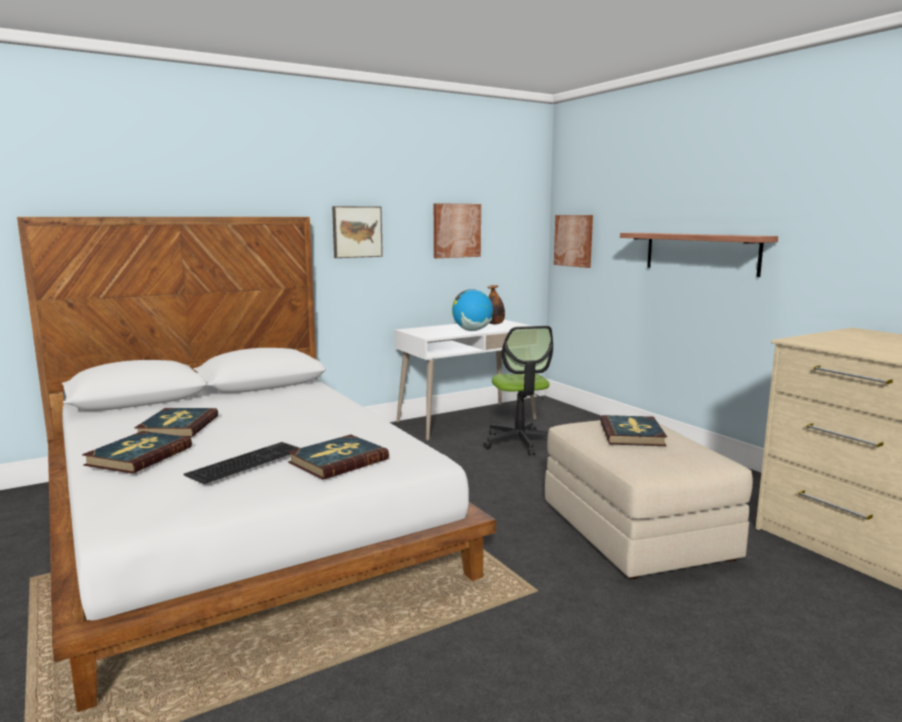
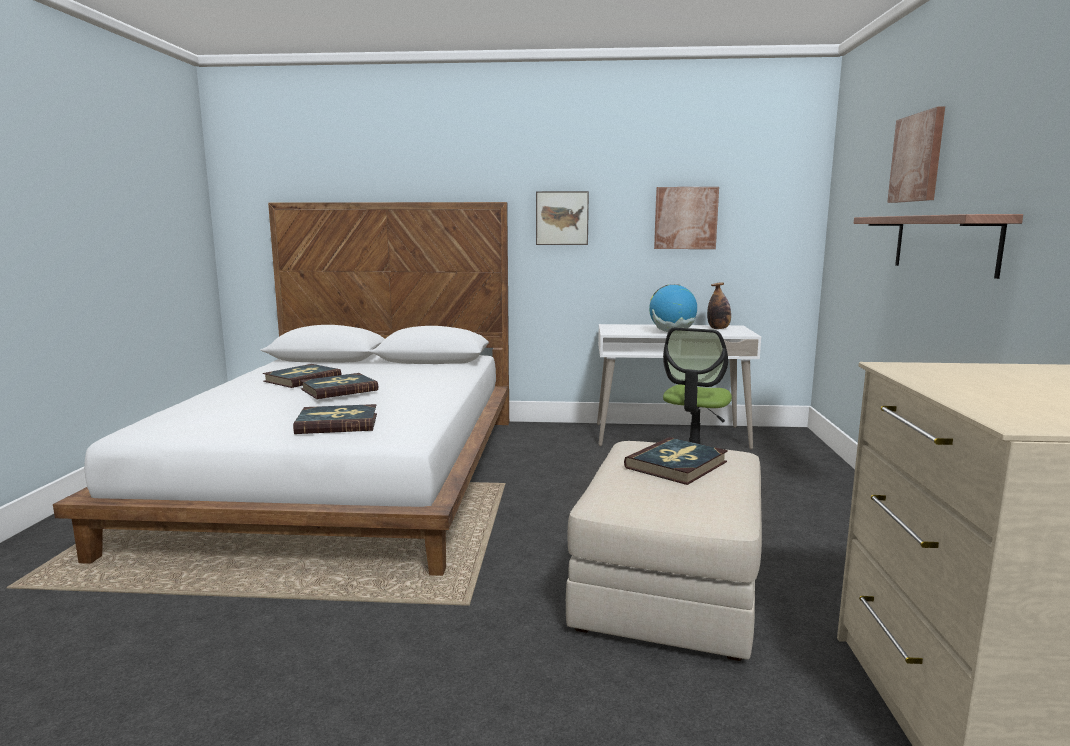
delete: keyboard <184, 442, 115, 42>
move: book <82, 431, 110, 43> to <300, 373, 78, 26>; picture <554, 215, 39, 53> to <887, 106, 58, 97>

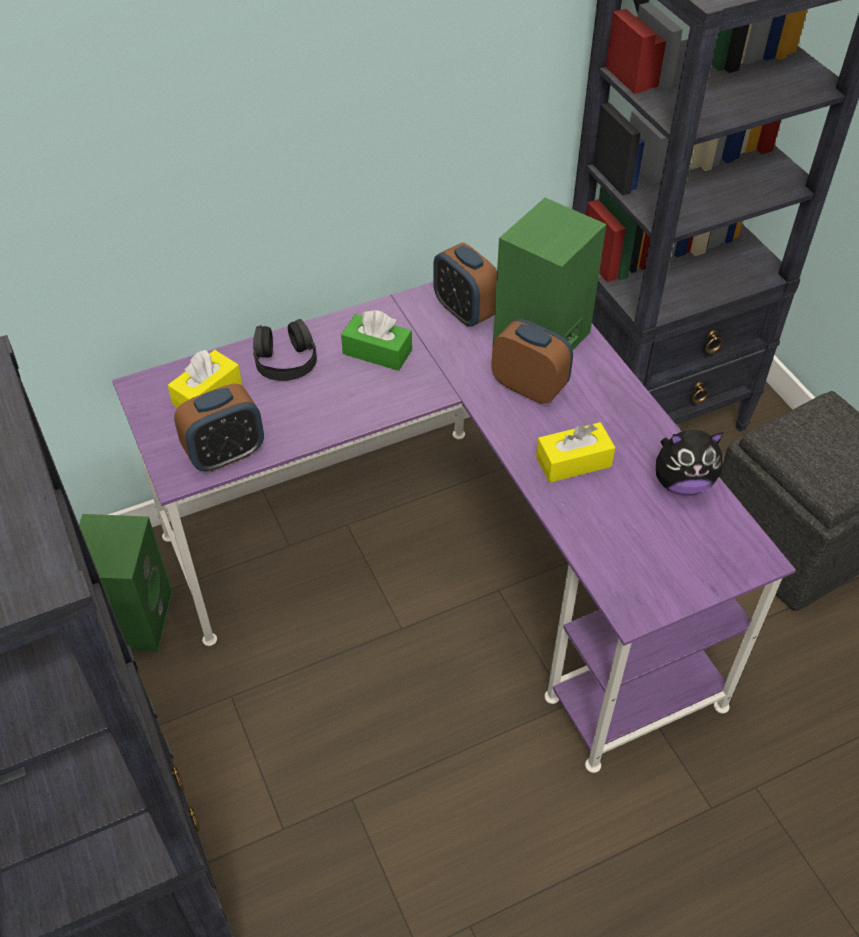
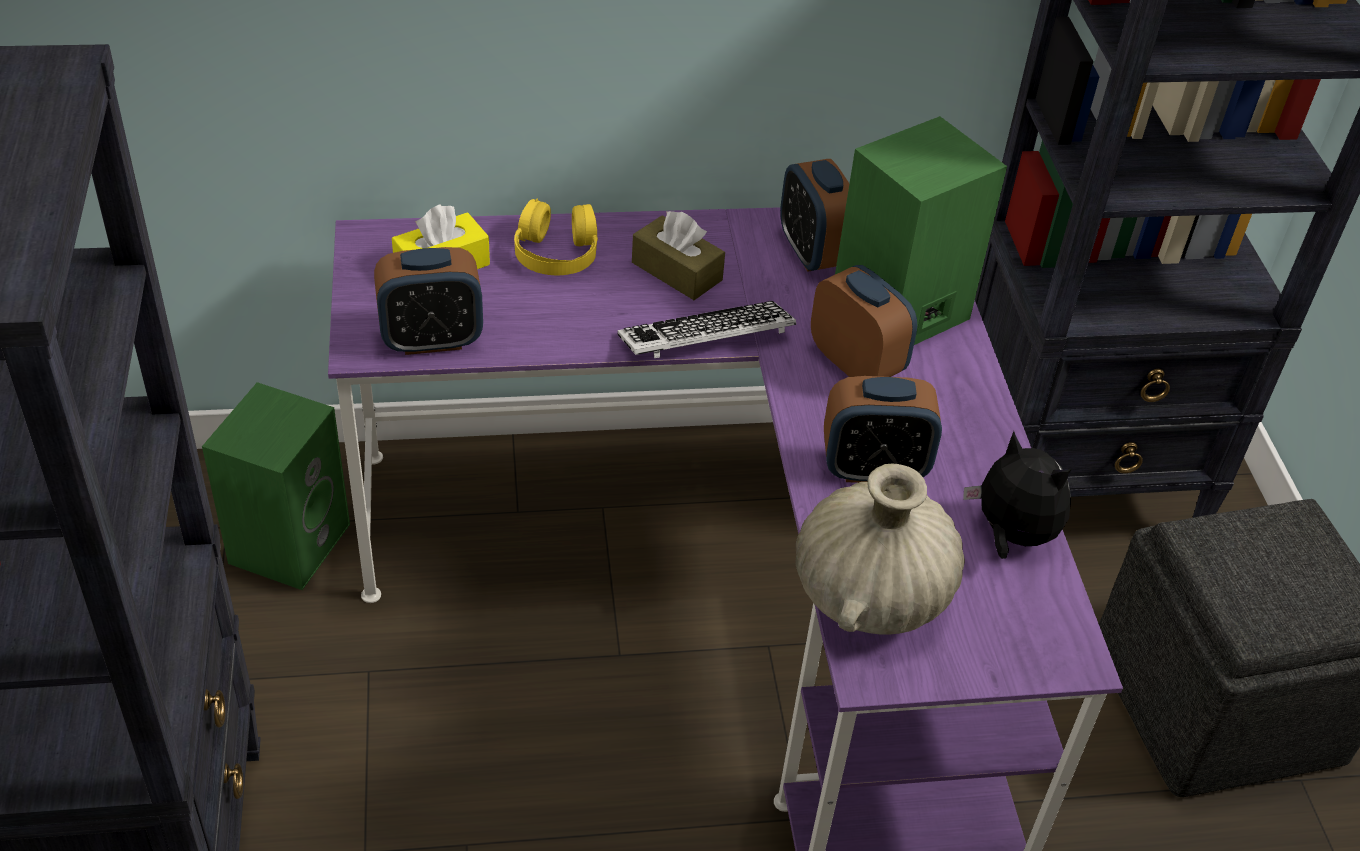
insert: keyboard <618, 301, 178, 57>; beige vase <795, 464, 170, 171>
replace: yellow tissue box <536, 422, 79, 61> to alarm clock <824, 376, 118, 107>
recolor: black headphones <253, 319, 64, 62> to yellow headphones <514, 198, 84, 77>; green tissue box <341, 310, 71, 61> to brown tissue box <632, 211, 93, 89>
rotate: plush toy <656, 430, 68, 66> = <963, 431, 109, 128> 150 degrees counterclockwise

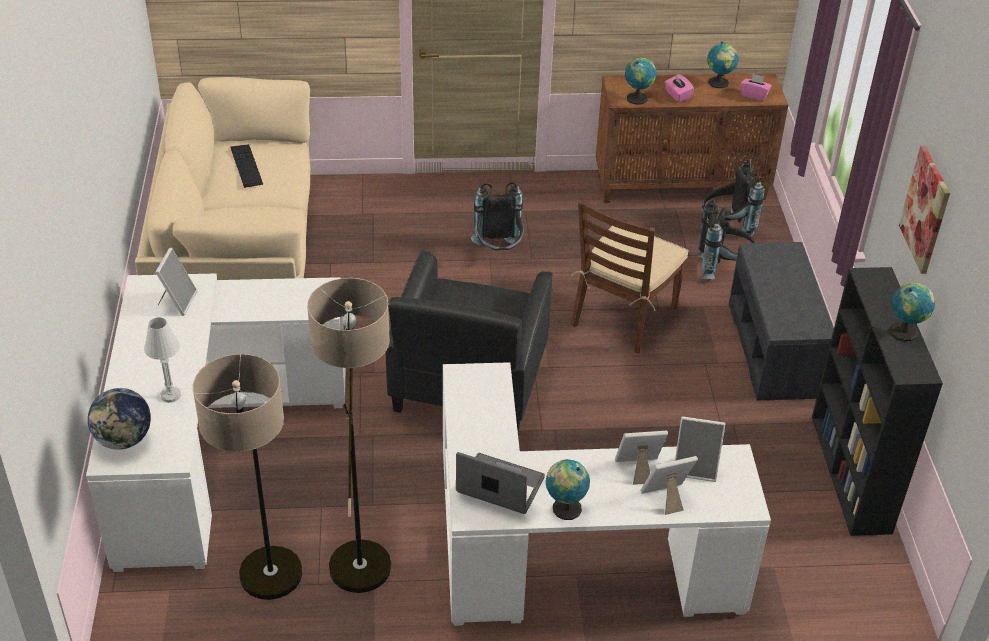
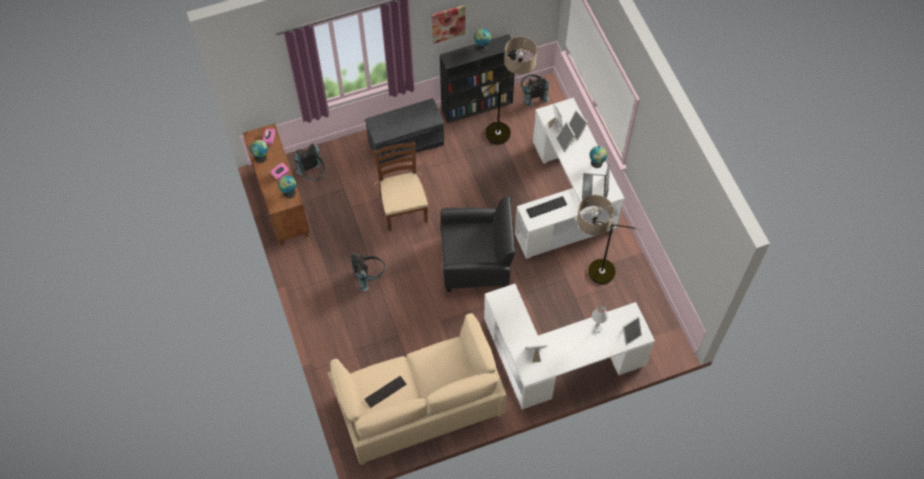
insert: keyboard <526, 196, 41, 22>
move: floor lamp <193, 354, 109, 246> to <470, 37, 67, 107>; black backpack <698, 198, 58, 81> to <521, 75, 28, 32>
replace: globe <88, 388, 63, 62> to picture frame <621, 316, 21, 30>
rotate: brown chair <571, 200, 118, 153> = <373, 142, 55, 89> 120 degrees counterclockwise

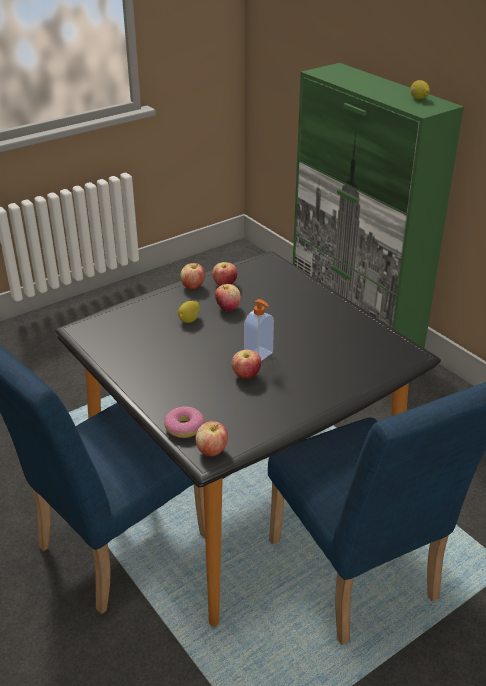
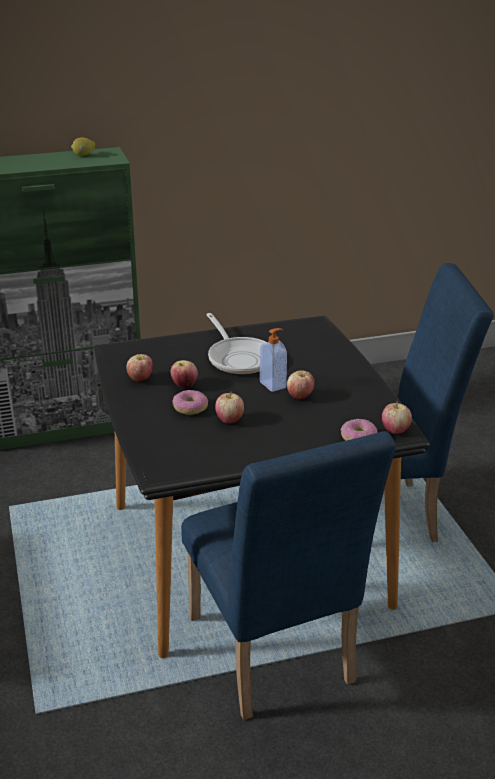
insert: frying pan <206, 313, 62, 61>
move: apple <180, 263, 25, 26> to <215, 391, 29, 32>
replace: lemon <178, 301, 22, 22> to donut <173, 390, 35, 25>

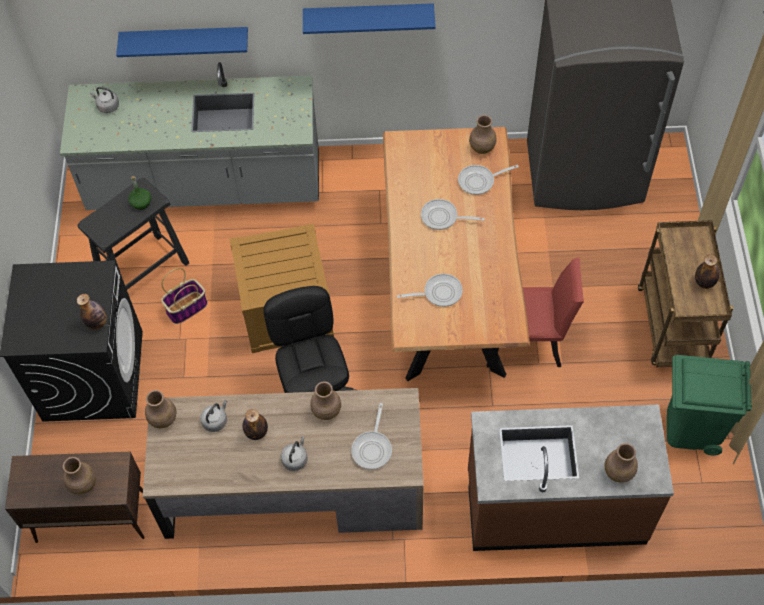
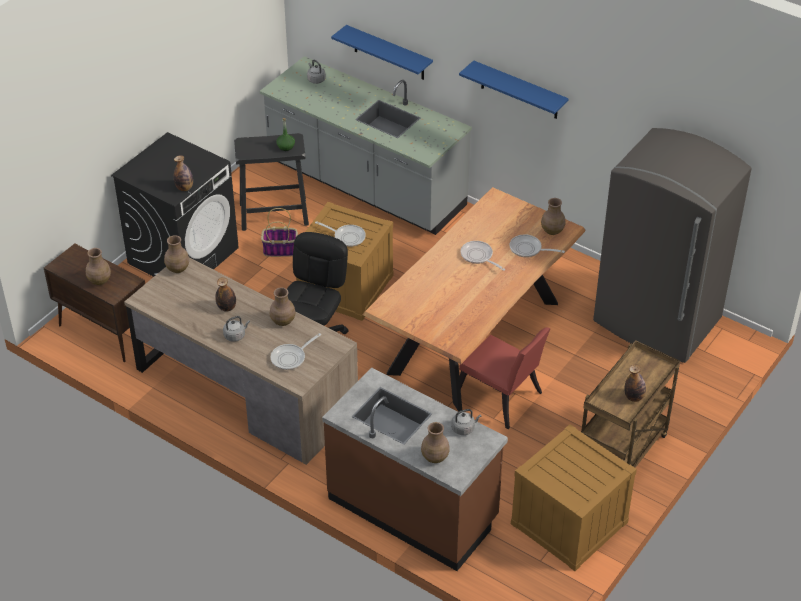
move: frying pan <397, 274, 66, 33> to <315, 221, 51, 26>; grey kettle <200, 400, 27, 32> to <451, 409, 30, 26>
replace: green trash can <667, 355, 85, 100> to crate <511, 424, 126, 147>

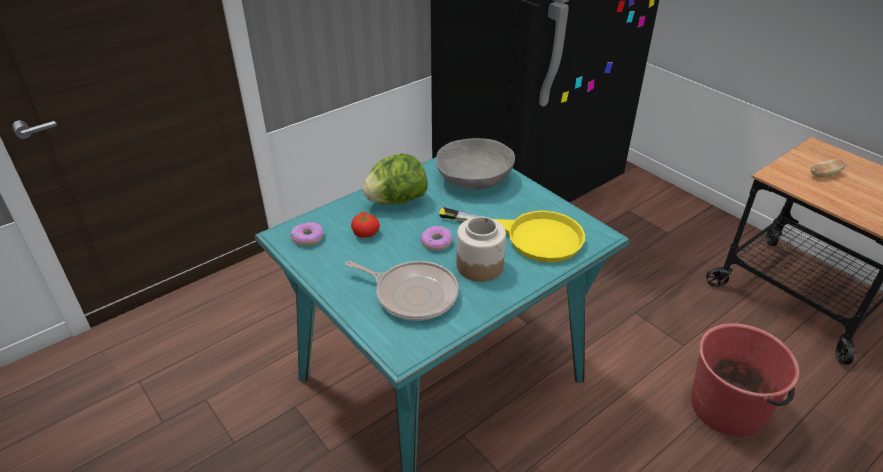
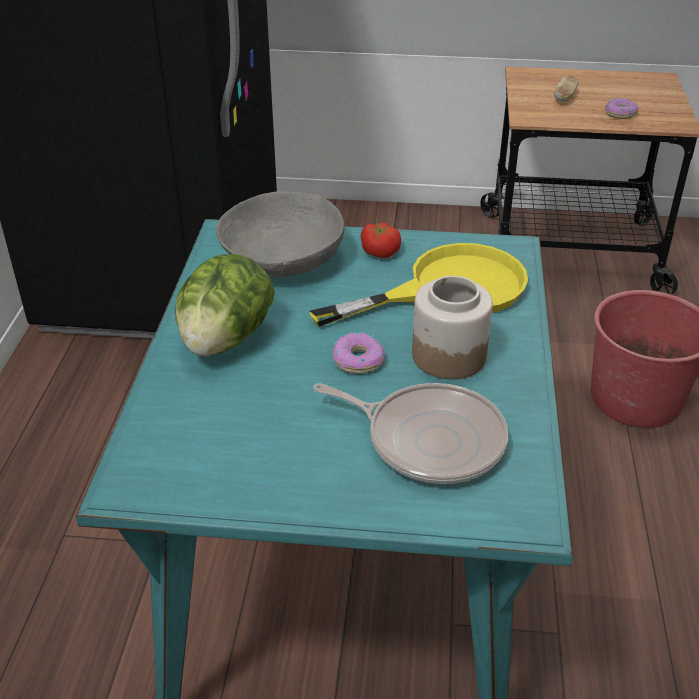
move: tomato <351, 212, 29, 26> to <361, 223, 40, 35>; donut <290, 222, 33, 24> to <605, 98, 34, 21>
rotate: frying pan <345, 261, 114, 60> = <313, 383, 195, 101> 45 degrees clockwise

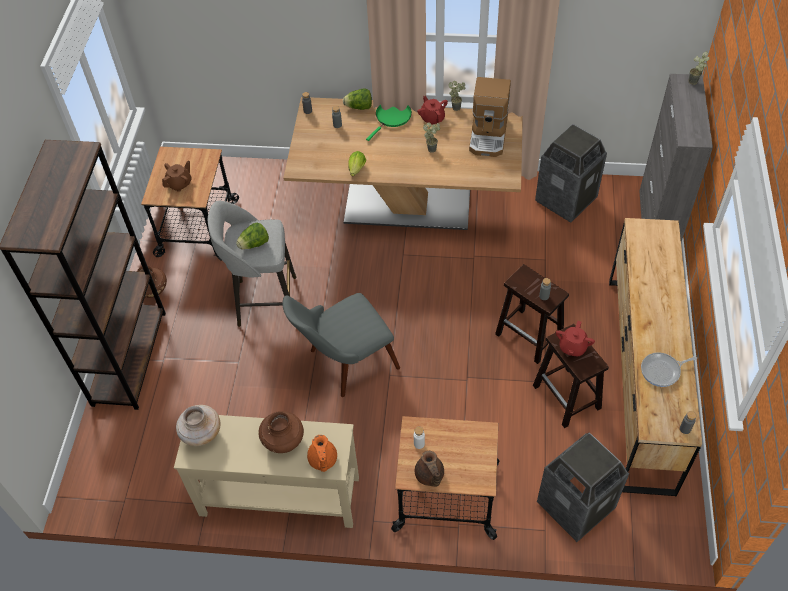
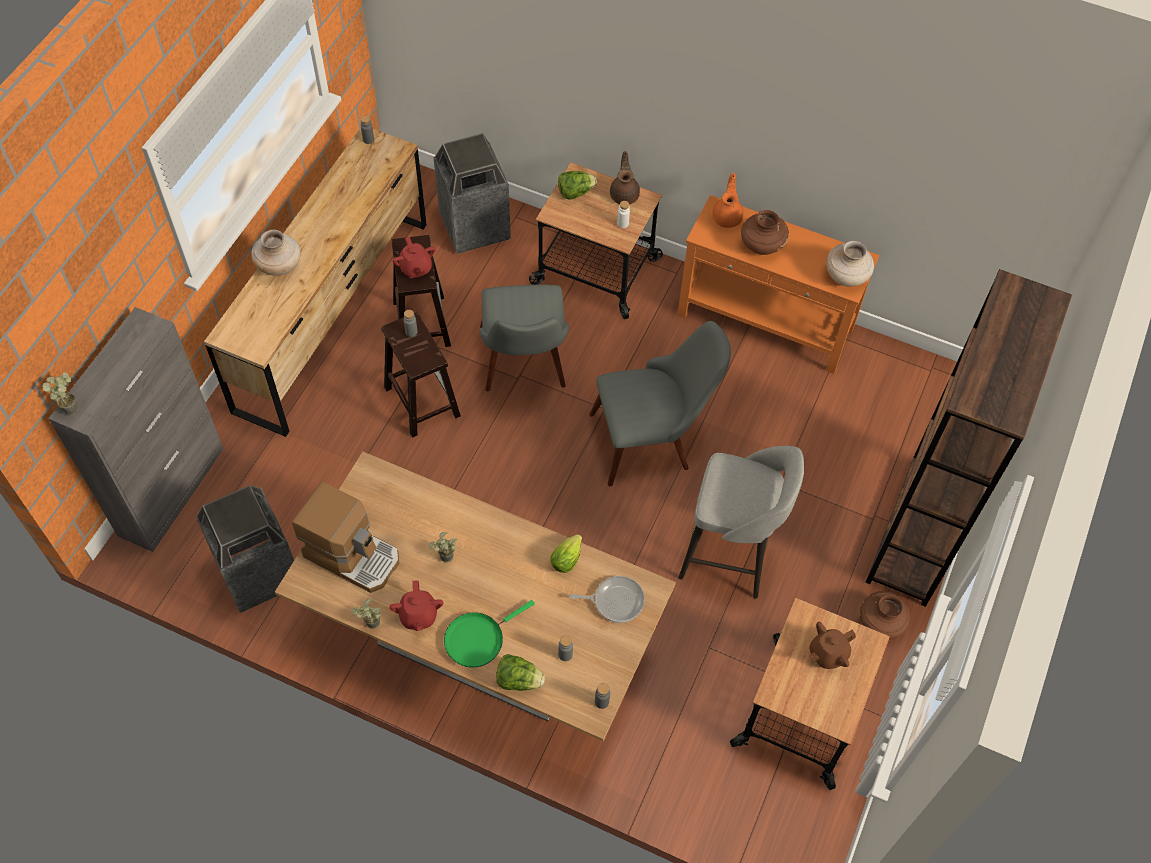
insert: beige vase <251, 230, 50, 46>; grey chair <480, 285, 89, 106>
move: lettuce <236, 223, 33, 26> to <558, 171, 39, 28>; frying pan <641, 352, 56, 35> to <569, 576, 76, 47>
recolor: beige console table <174, 415, 185, 113> to orange console table <678, 195, 201, 179>
rotate: coffee machine <469, 77, 42, 80> = <292, 482, 107, 111> 90 degrees clockwise; red teapot <556, 321, 39, 35> = <393, 237, 43, 41> 120 degrees clockwise

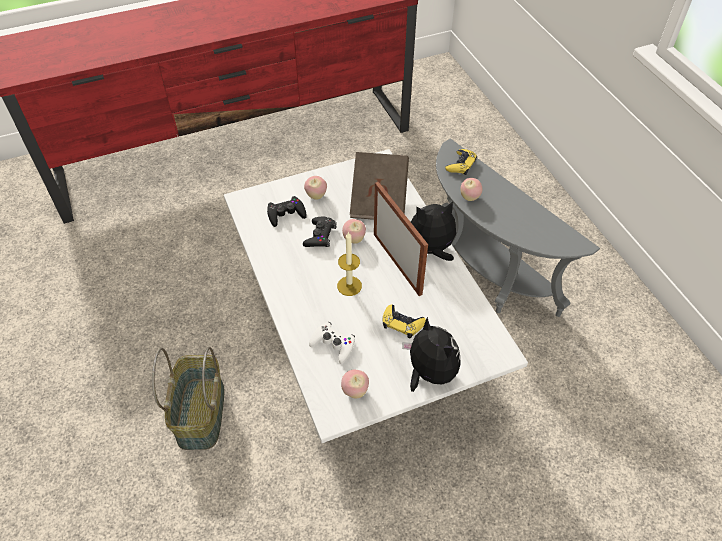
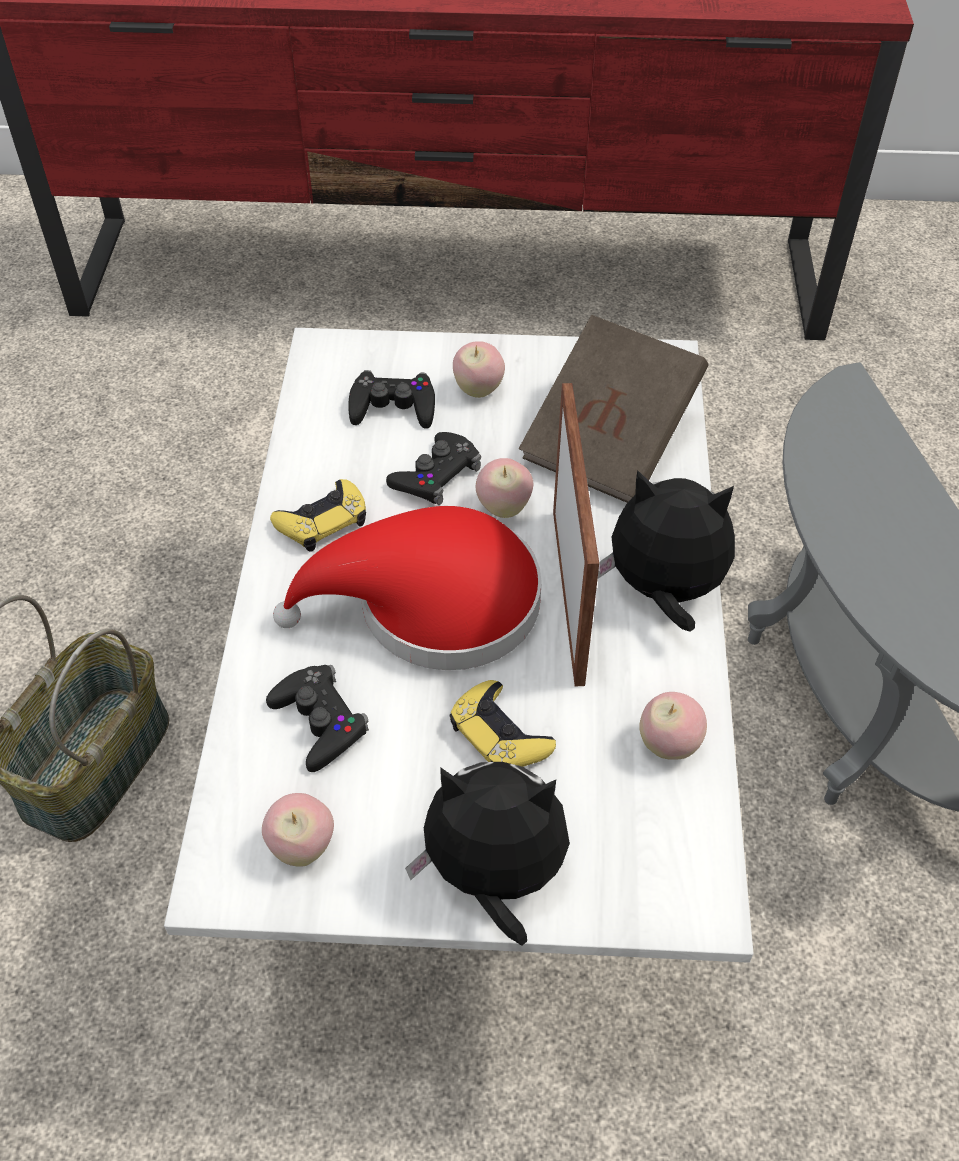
move: yellow game controller <445, 149, 32, 26> to <270, 479, 96, 73>; apple <461, 178, 21, 23> to <639, 692, 68, 68>
replace: candle <337, 232, 25, 64> to red hat <273, 506, 269, 164>
recolor: white game controller <309, 322, 46, 42> to black game controller <266, 665, 103, 107>
rotate: plush toy <402, 317, 59, 75> = <405, 762, 165, 184> 75 degrees counterclockwise

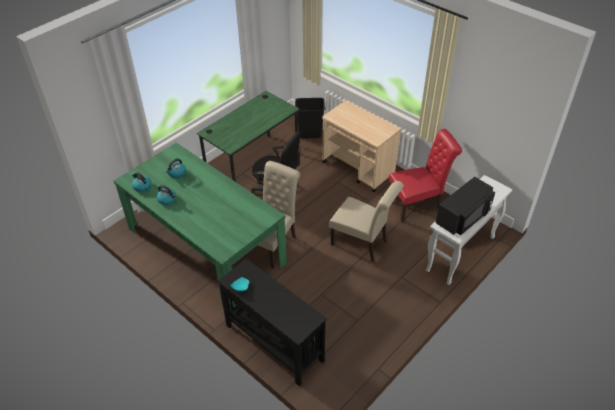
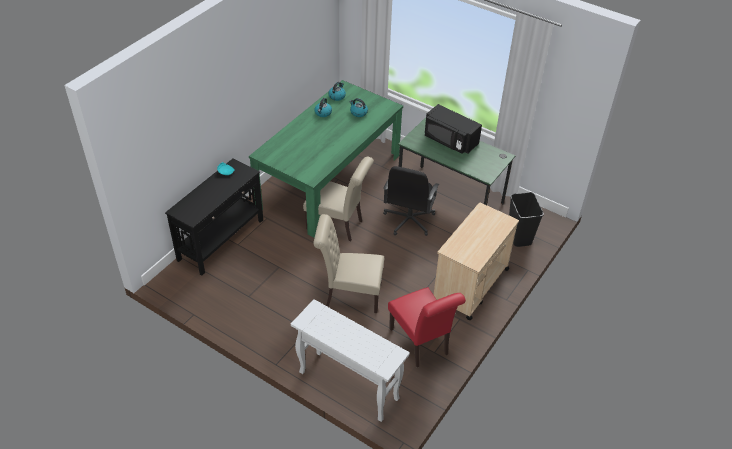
move: black microwave <436, 177, 59, 58> to <425, 104, 57, 50>
rotate: beige chair <329, 181, 75, 81> = <313, 214, 71, 99> 75 degrees clockwise

